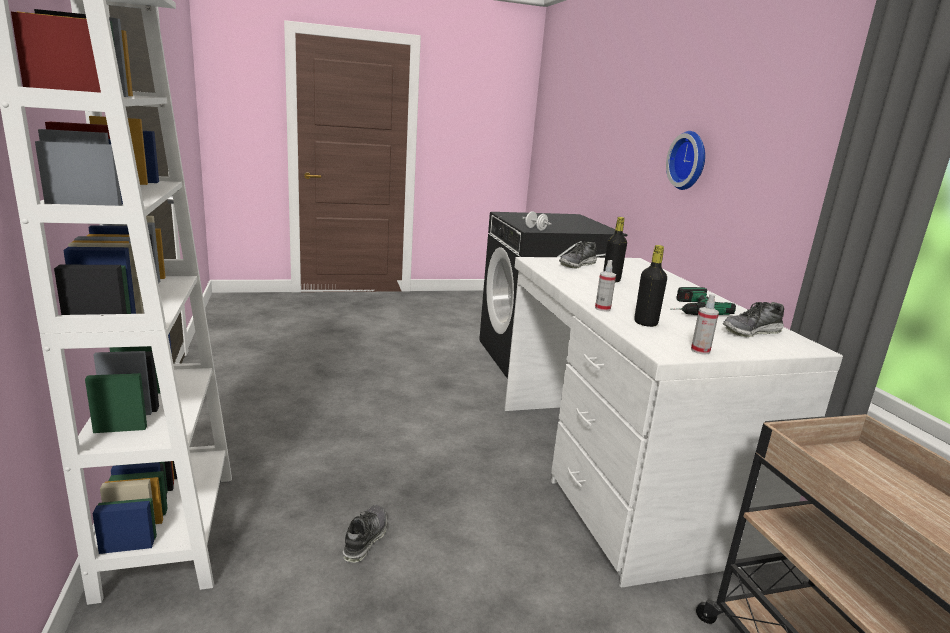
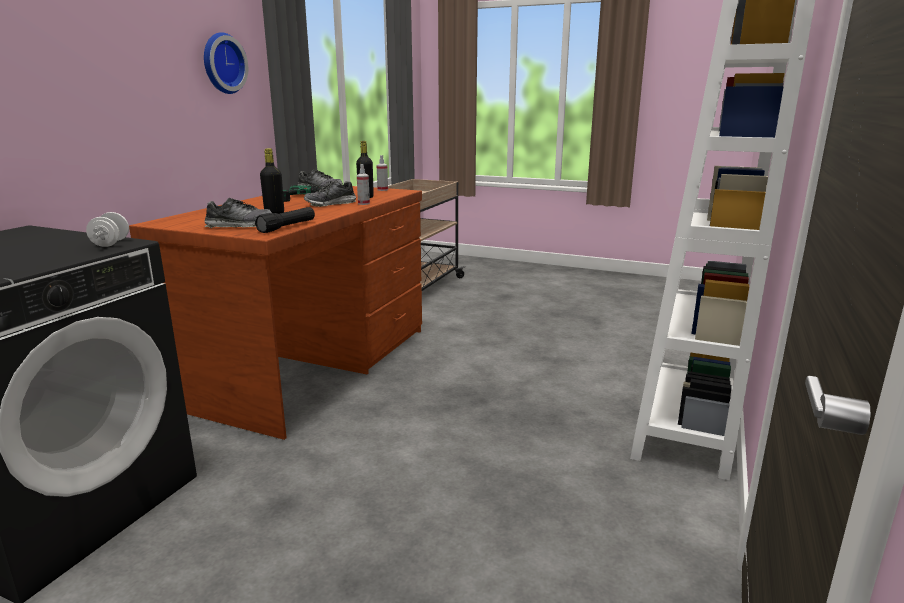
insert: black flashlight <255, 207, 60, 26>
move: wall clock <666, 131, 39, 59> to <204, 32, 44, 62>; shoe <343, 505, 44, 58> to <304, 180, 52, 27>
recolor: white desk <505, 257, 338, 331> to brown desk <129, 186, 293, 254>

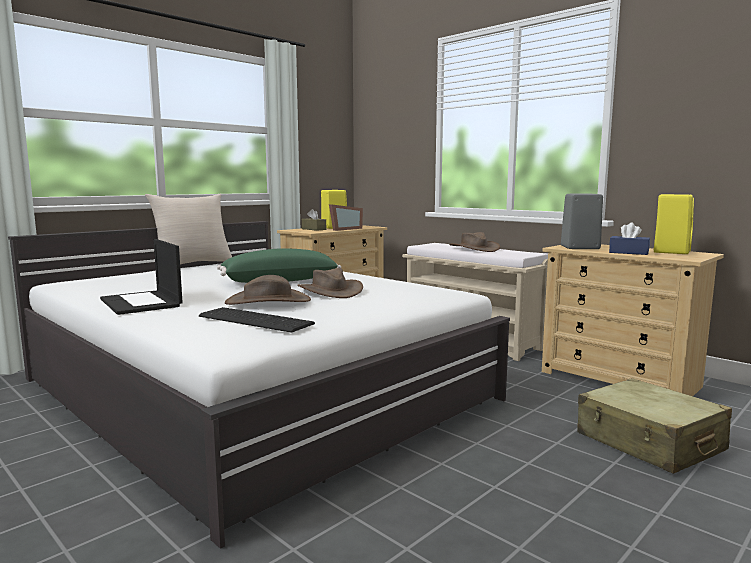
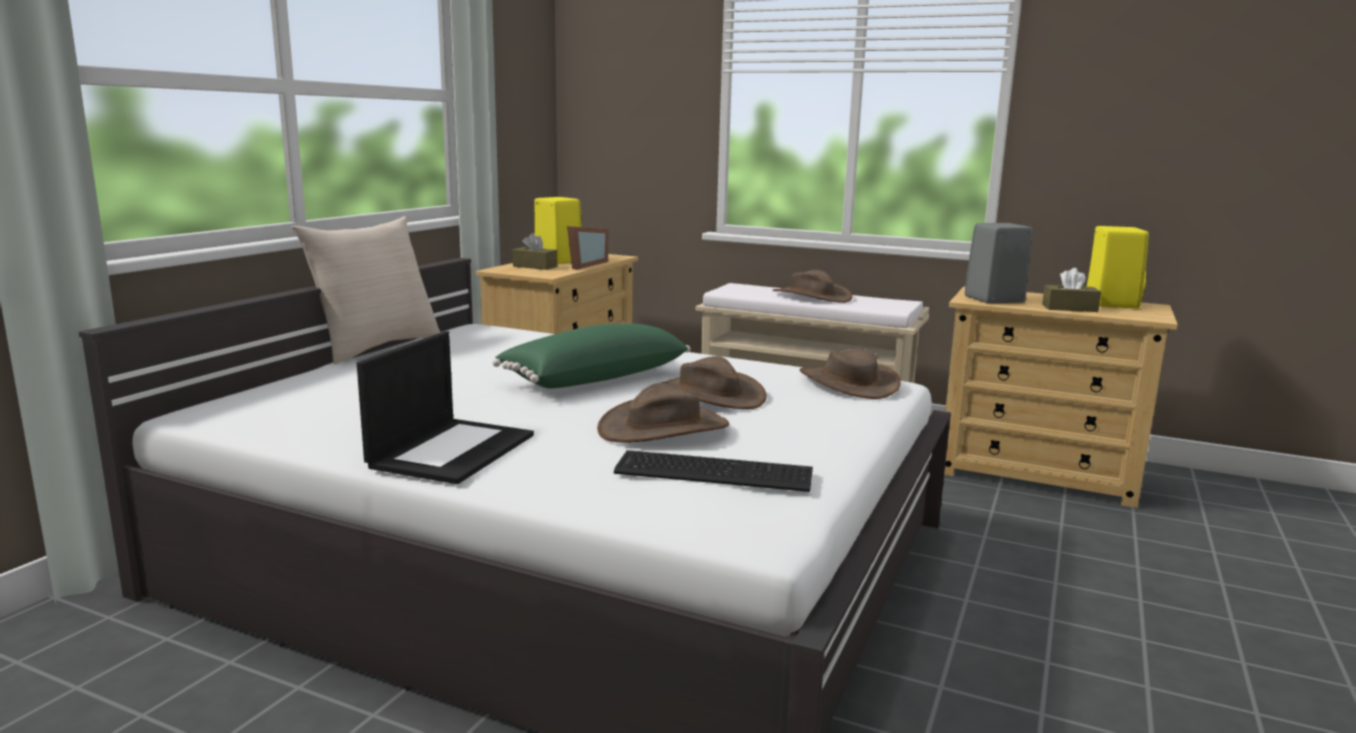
delete: beige suitcase <578, 378, 154, 96>
insert: brown hat <799, 348, 102, 51>
recolor: blue tissue box <609, 222, 41, 33> to brown tissue box <1042, 268, 59, 44>
rotate: laptop <100, 239, 83, 76> = <357, 331, 177, 153> 105 degrees counterclockwise

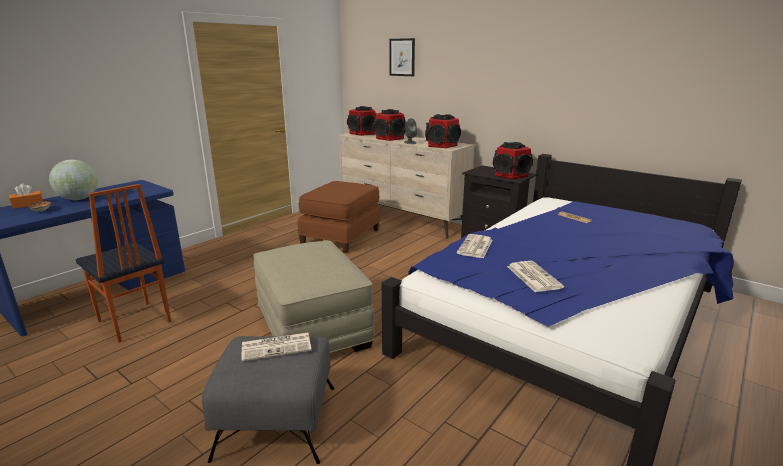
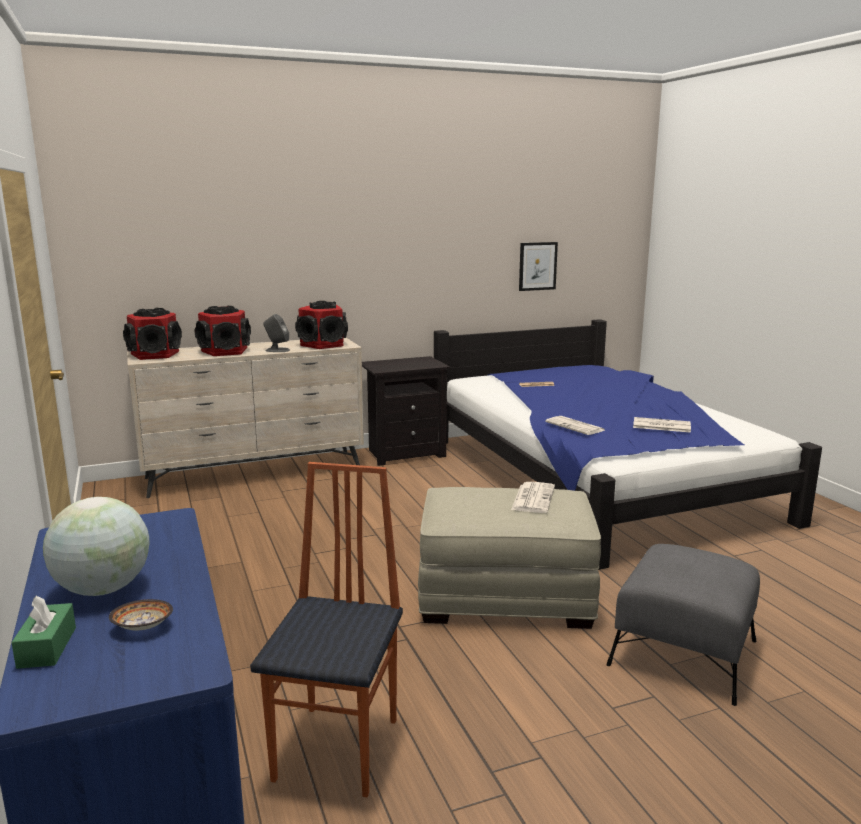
delete: brown ottoman <298, 181, 83, 72>; speaker <493, 142, 40, 37>
move: newspaper <241, 332, 70, 29> to <511, 482, 44, 31>; picture <390, 38, 25, 38> to <519, 242, 39, 49>
recolor: orange tissue box <9, 184, 34, 25> to green tissue box <11, 595, 65, 74>
rotate: chair <76, 184, 95, 159> = <250, 462, 153, 335> 60 degrees counterclockwise

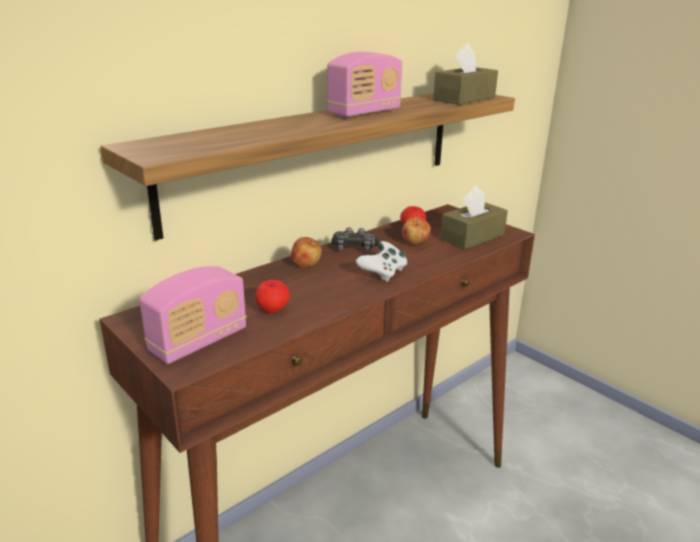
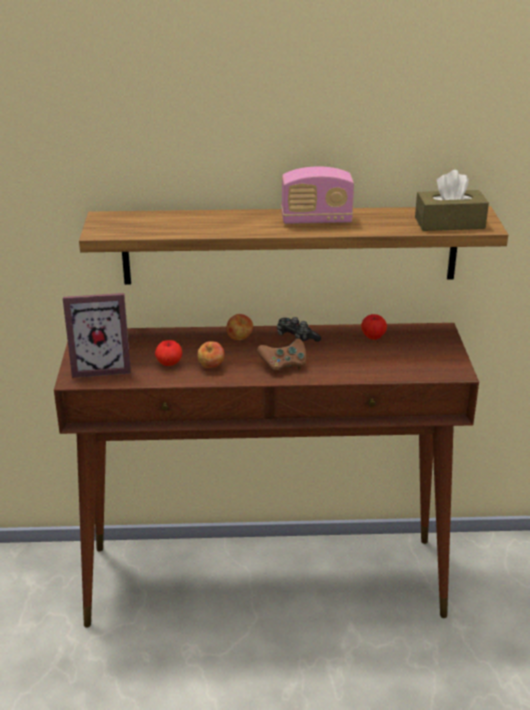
delete: brown tissue box <440, 186, 68, 64>
move: apple <402, 217, 29, 27> to <197, 341, 28, 27>
replace: radio <139, 266, 107, 98> to picture frame <63, 293, 68, 85>
recolor: white game controller <356, 241, 51, 41> to brown game controller <257, 338, 49, 36>

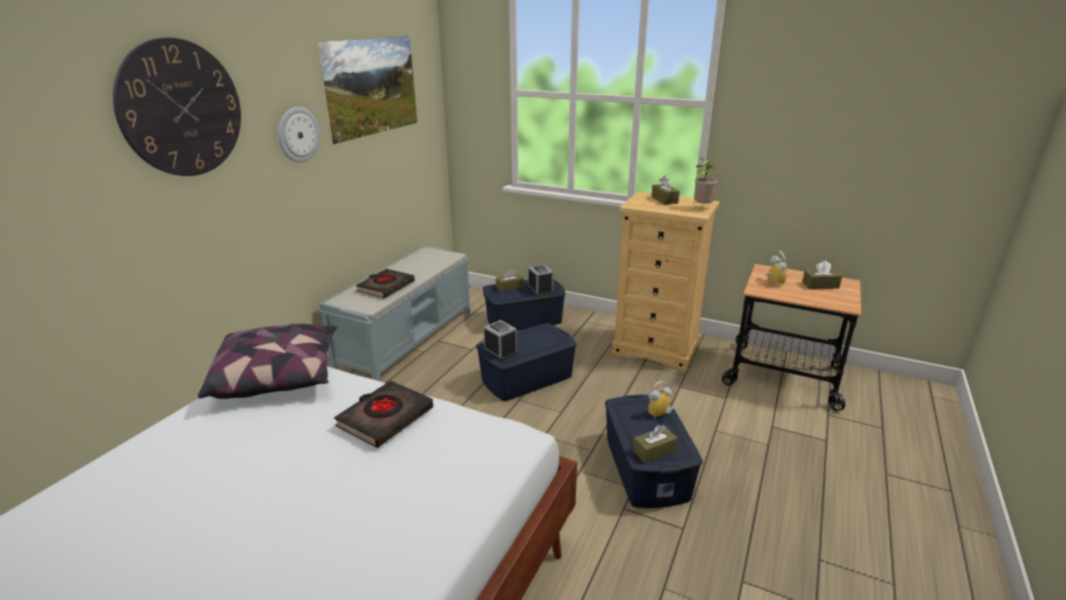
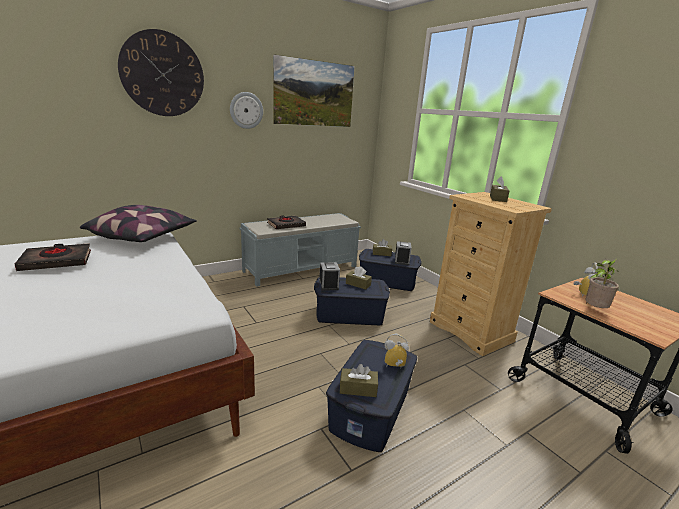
move: black book <334, 380, 99, 68> to <15, 243, 76, 28>; brown tissue box <802, 261, 40, 28> to <346, 266, 26, 24>; potted plant <693, 157, 24, 48> to <585, 256, 35, 52>

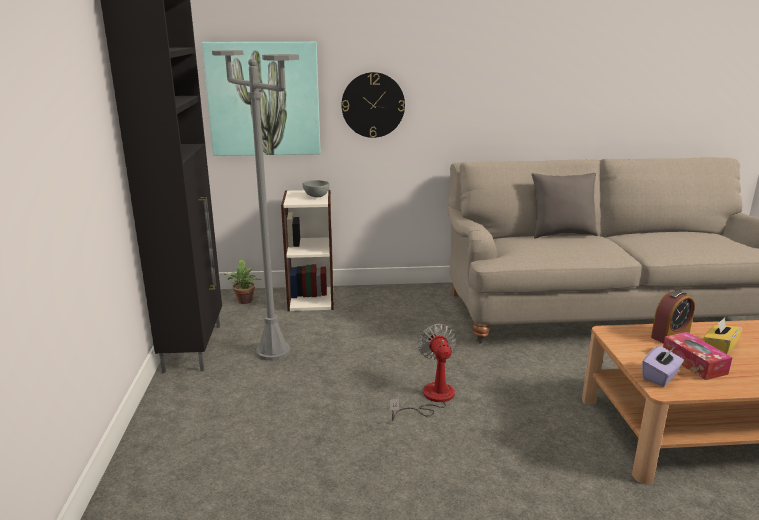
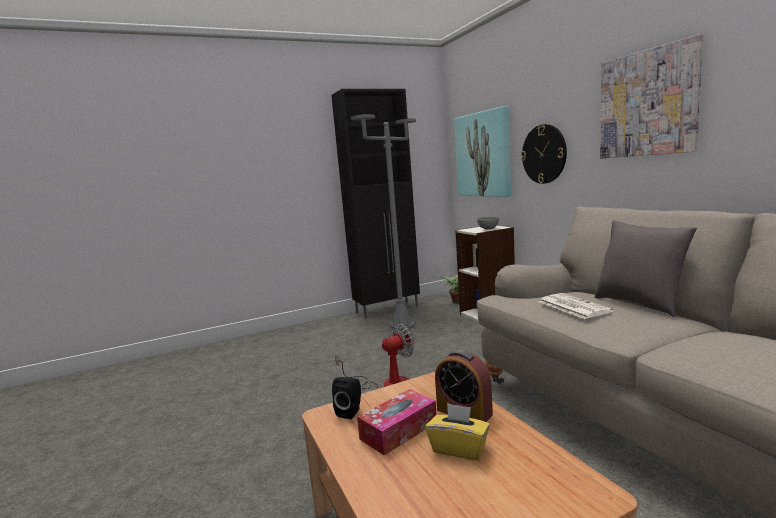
insert: newspaper <539, 293, 74, 26>; picture <600, 34, 103, 125>
replace: purple tissue box <642, 346, 42, 40> to black speaker <332, 377, 29, 42>

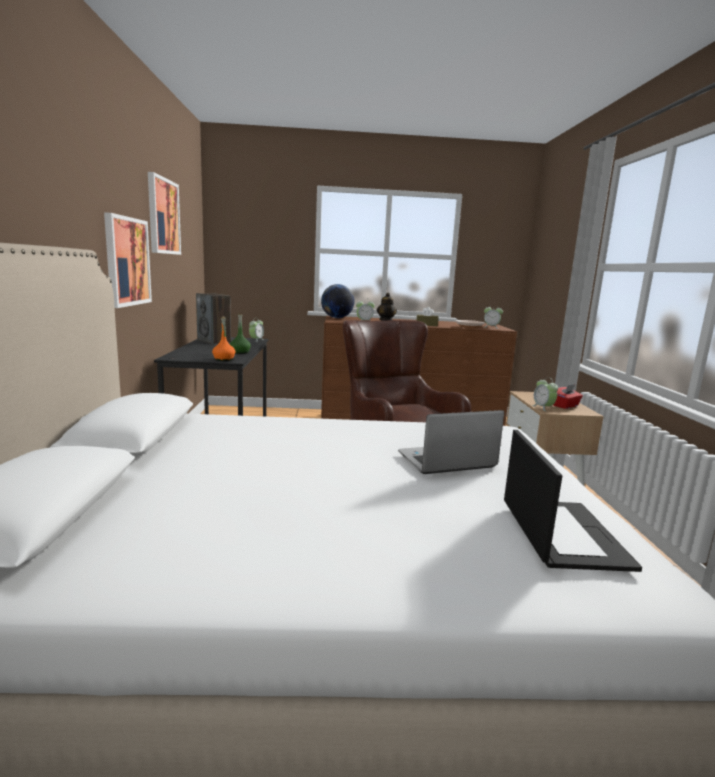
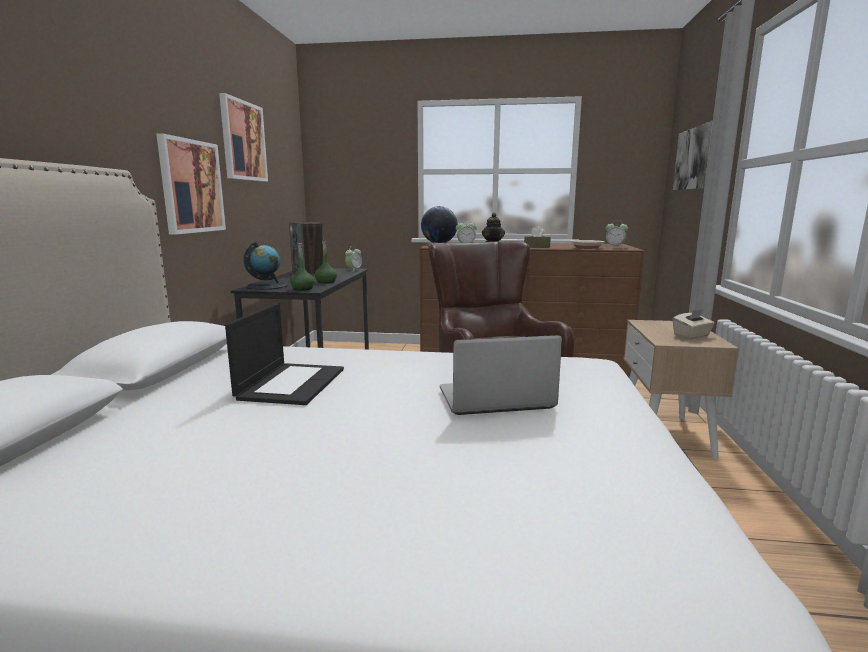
delete: alarm clock <532, 377, 26, 34>
insert: globe <243, 242, 45, 48>; picture <673, 121, 40, 69>
move: laptop <504, 430, 138, 142> to <225, 303, 119, 102>
recolor: orange bottle <212, 317, 23, 44> to green bottle <290, 243, 25, 48>; red tissue box <553, 384, 30, 25> to beige tissue box <673, 309, 42, 30>

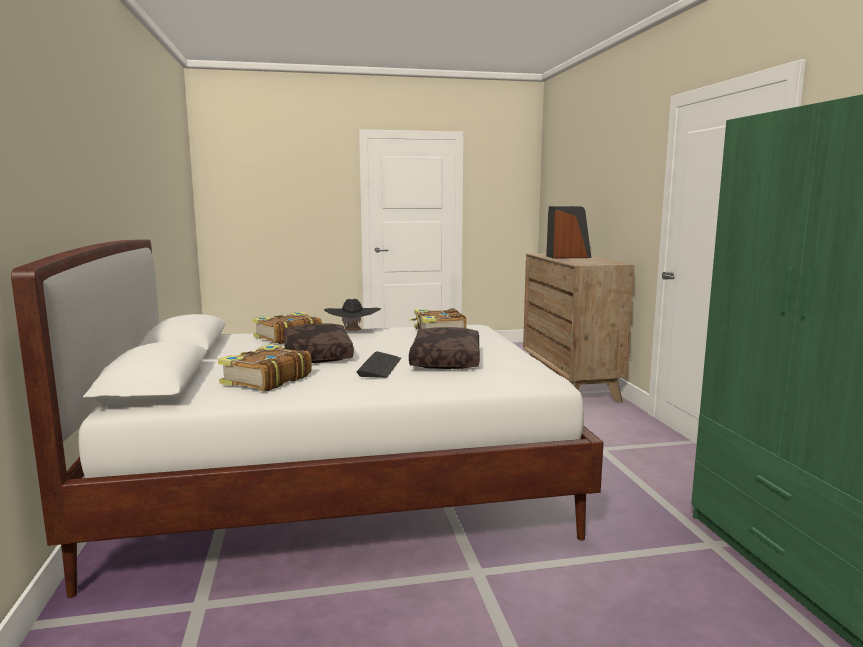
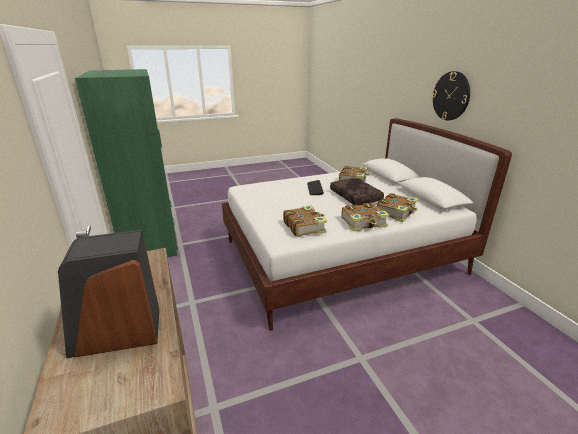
delete: brown pillow <409, 327, 71, 42>
insert: wall clock <432, 71, 38, 49>
replace: black hat <324, 299, 57, 32> to book <341, 203, 48, 28>

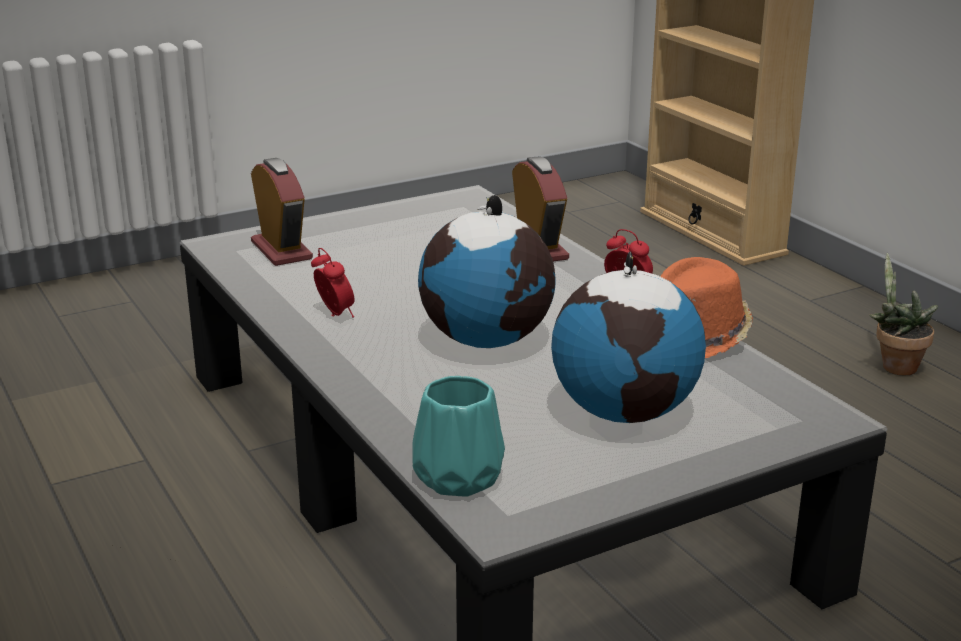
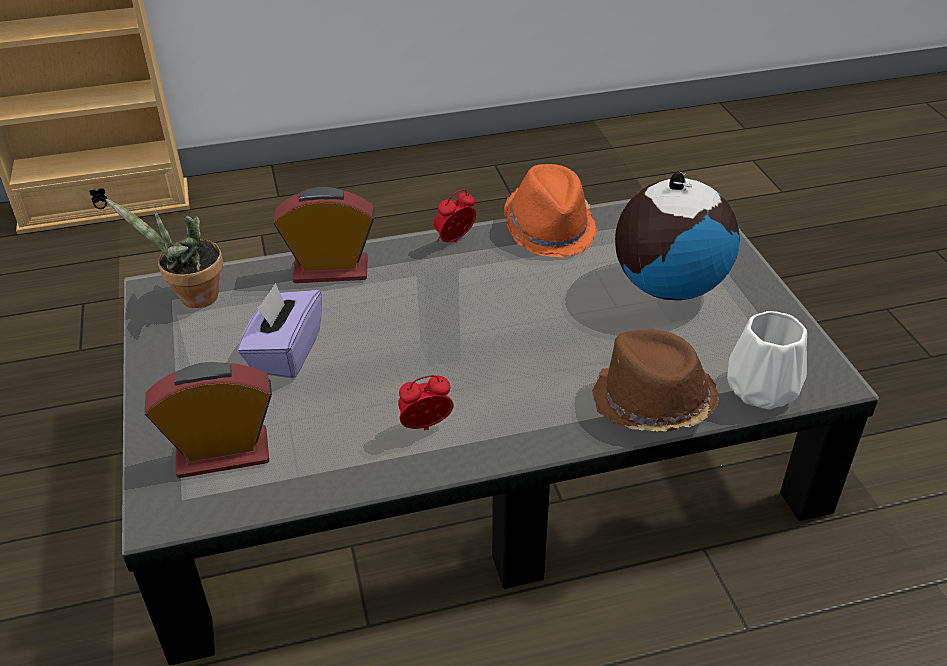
delete: globe <418, 195, 138, 153>
insert: purple tissue box <237, 283, 85, 95>; brown hat <592, 330, 127, 102>
move: potted plant <869, 253, 69, 123> to <105, 198, 118, 110>
recolor: turquoise vase <412, 376, 93, 121> to white vase <727, 311, 80, 99>

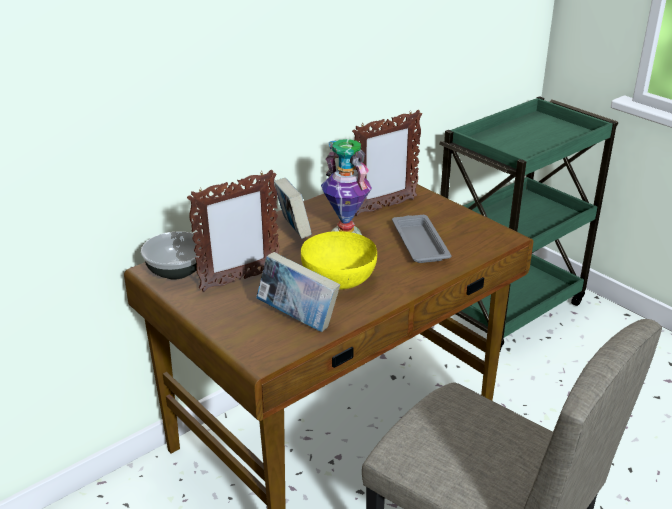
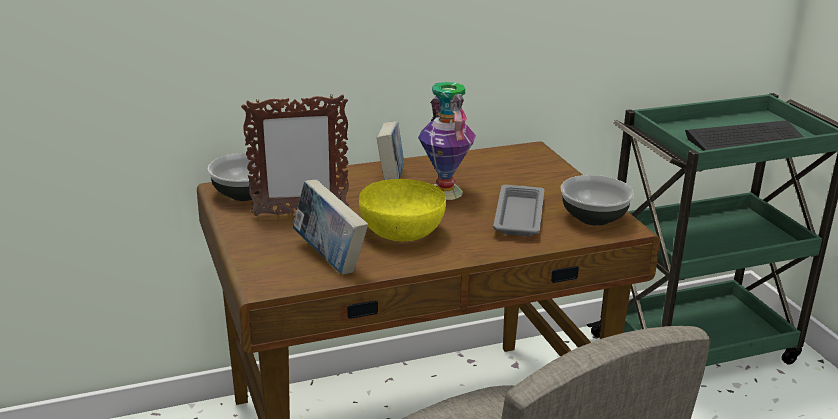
delete: picture frame <352, 110, 70, 106>
insert: bowl <561, 175, 73, 51>; keyboard <685, 120, 118, 31>

